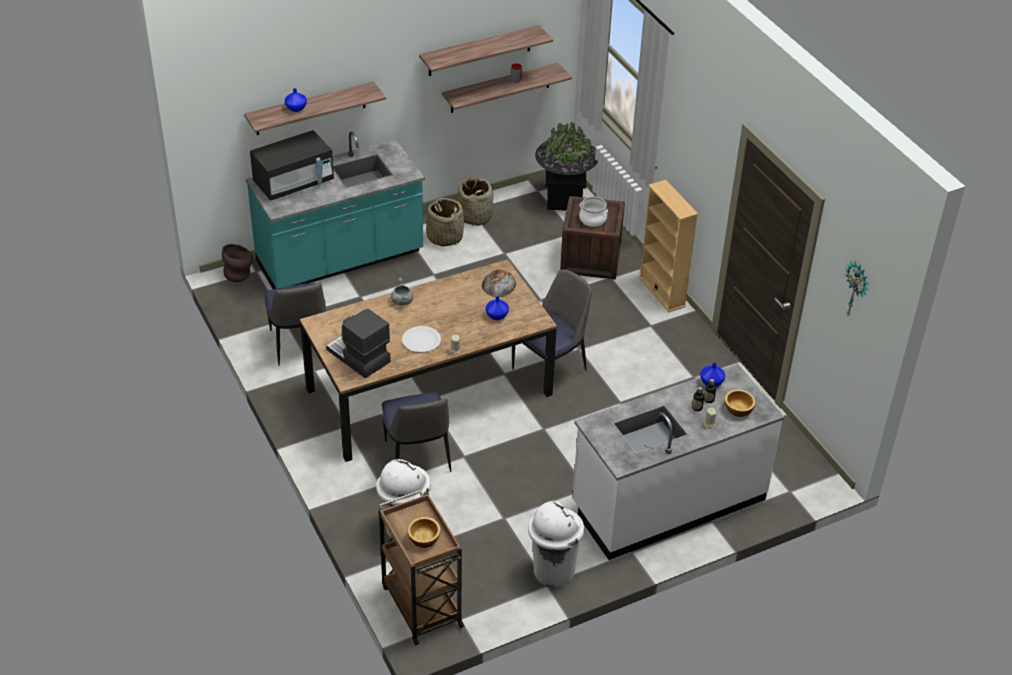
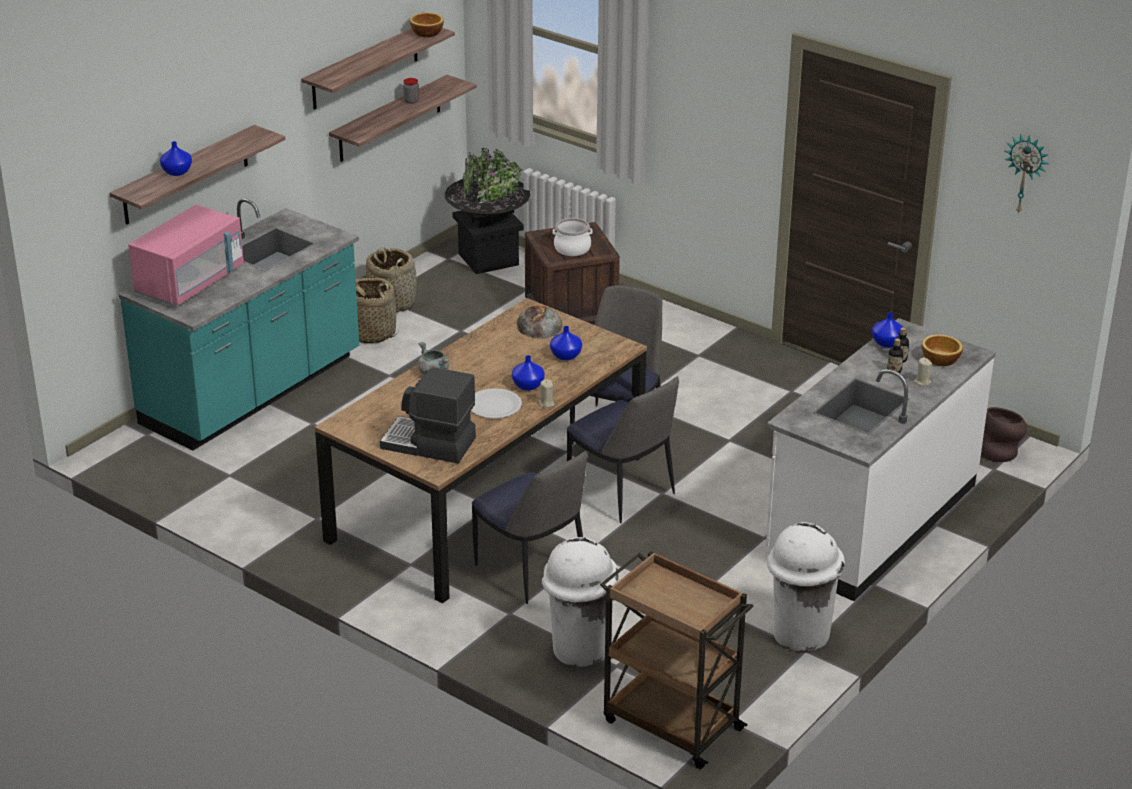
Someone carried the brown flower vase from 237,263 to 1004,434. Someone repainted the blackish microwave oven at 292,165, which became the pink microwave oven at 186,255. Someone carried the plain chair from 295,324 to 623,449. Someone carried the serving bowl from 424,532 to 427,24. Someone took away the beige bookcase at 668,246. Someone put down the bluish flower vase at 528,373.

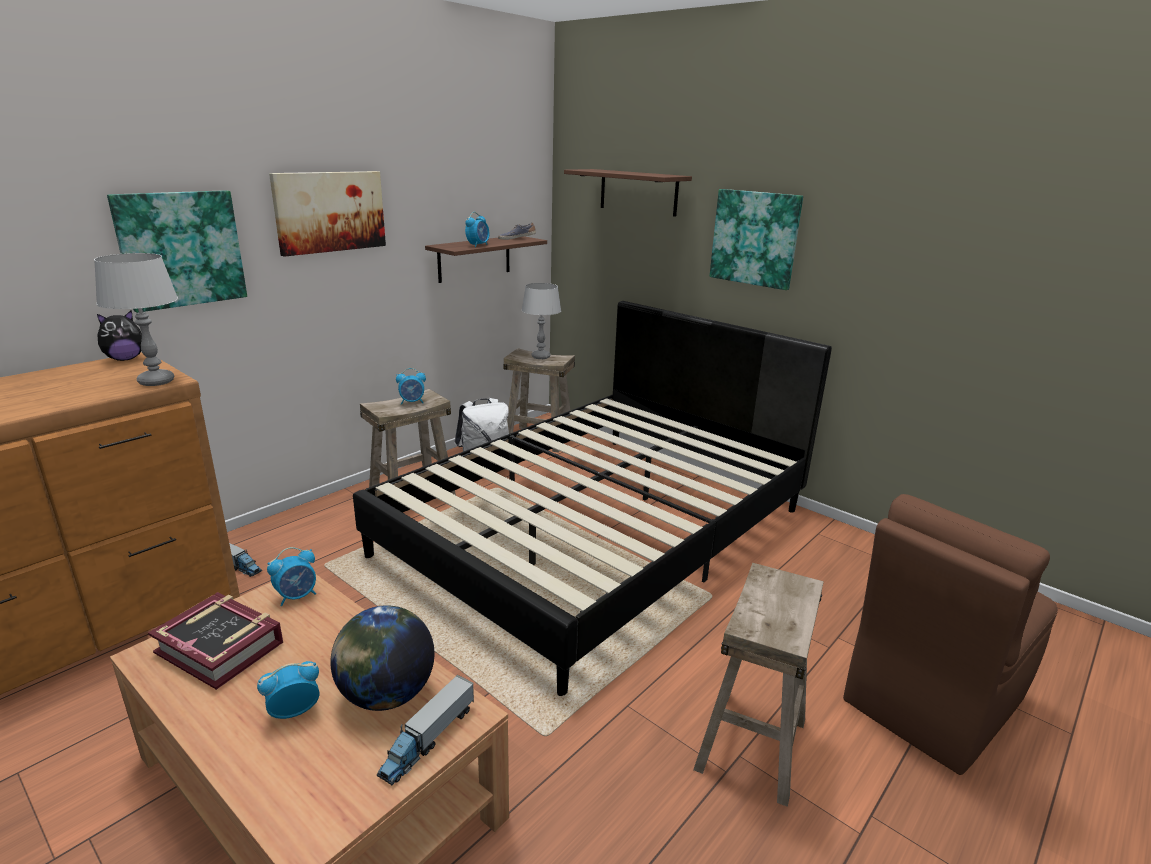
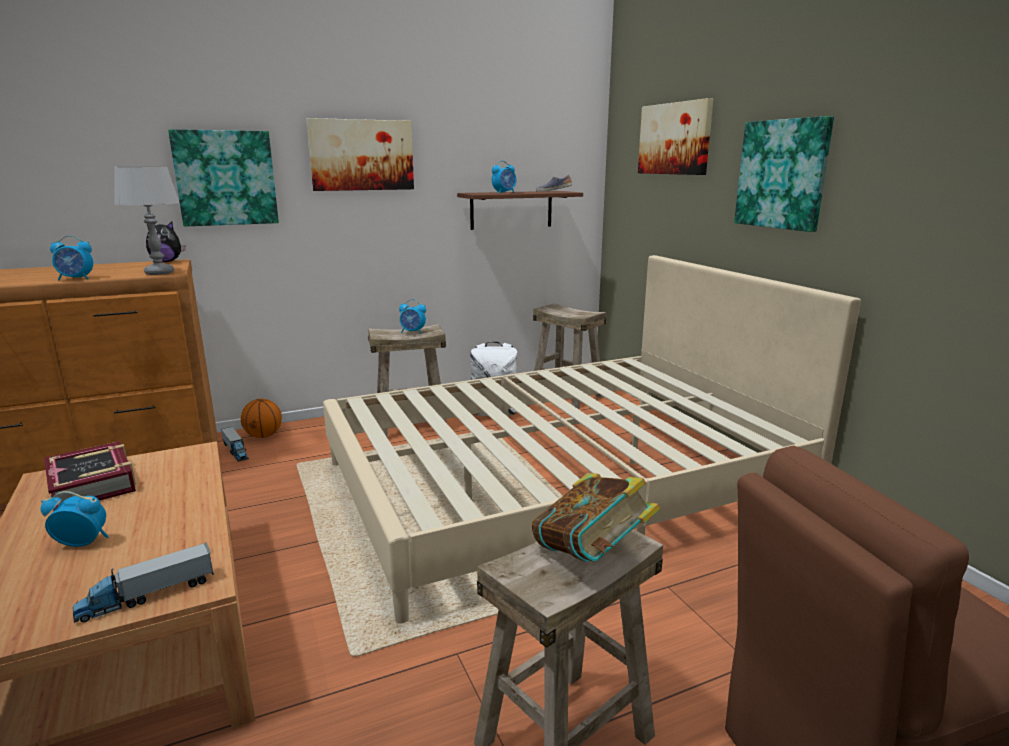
Someone carried the alarm clock from 291,576 to 71,258. Someone took away the world globe at 382,658. Someone repainted the blackish sleeping bed at 592,498, which became the beige sleeping bed at 592,439. Someone took away the grey tabletop lamp at 541,321. Someone swapped the wall shelf at 628,193 for the picture at 675,136. Someone put down the ball for basketball at 261,418. Someone put down the book at 596,517.

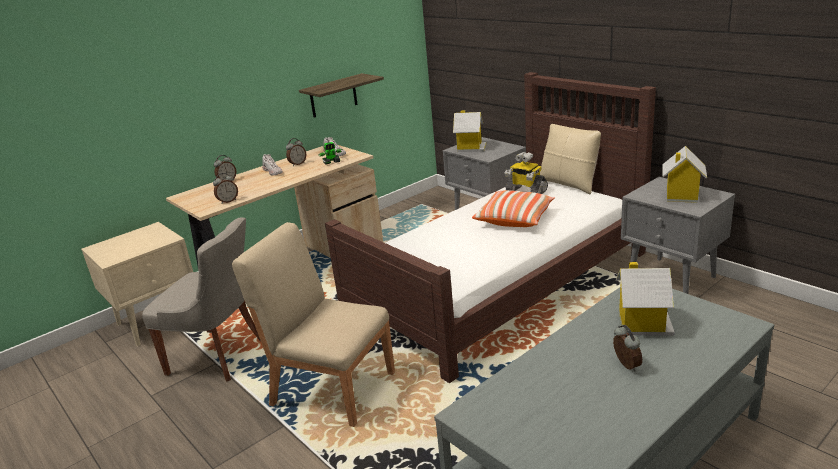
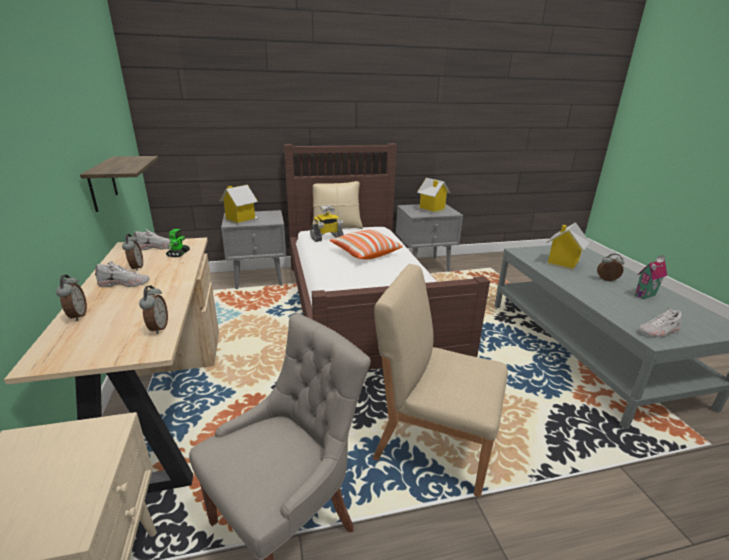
Someone rotated the beige plain chair at 313,324 by 60 degrees clockwise. Someone put down the miniature house at 651,277. Someone put down the white shoe at 660,322.

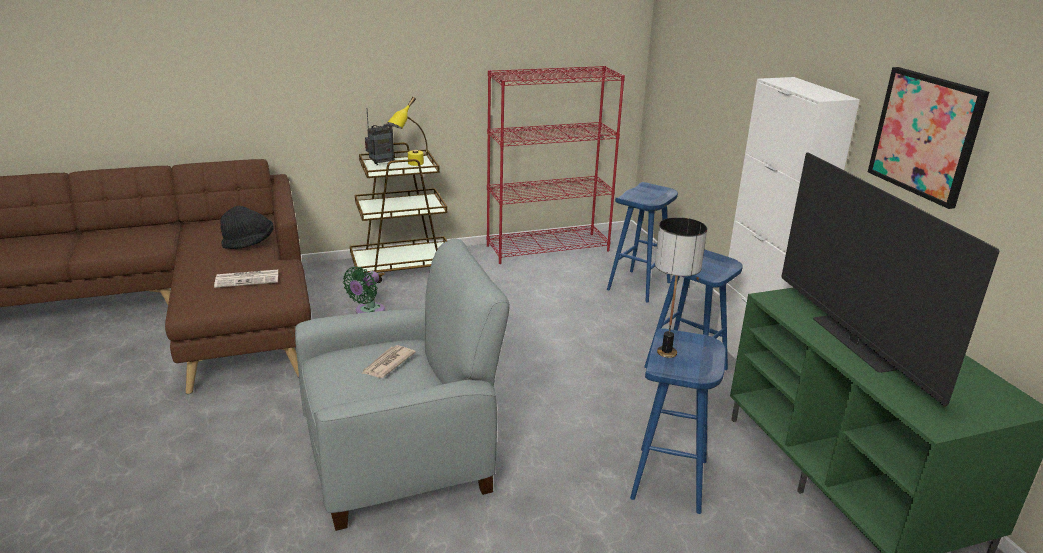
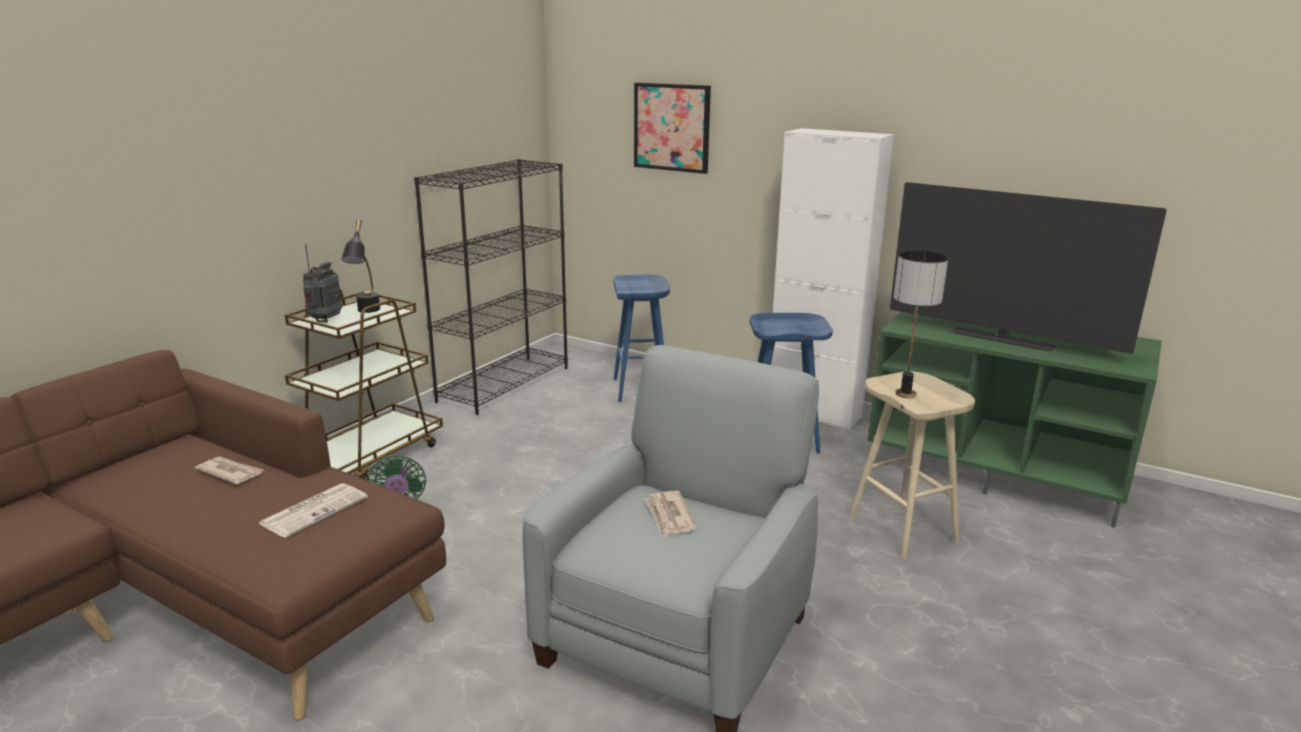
Someone swapped the blackish wearable hat at 247,227 for the daily paper at 229,470. Someone repainted the yellow-coloured tabletop lamp at 407,131, which became the blackish tabletop lamp at 360,266. Someone repainted the red bookcase at 555,165, which became the blackish bookcase at 491,287. Someone repainted the bluish stool seat at 678,421, which became the beige stool seat at 912,465. Someone carried the picture from 928,138 to 672,128.

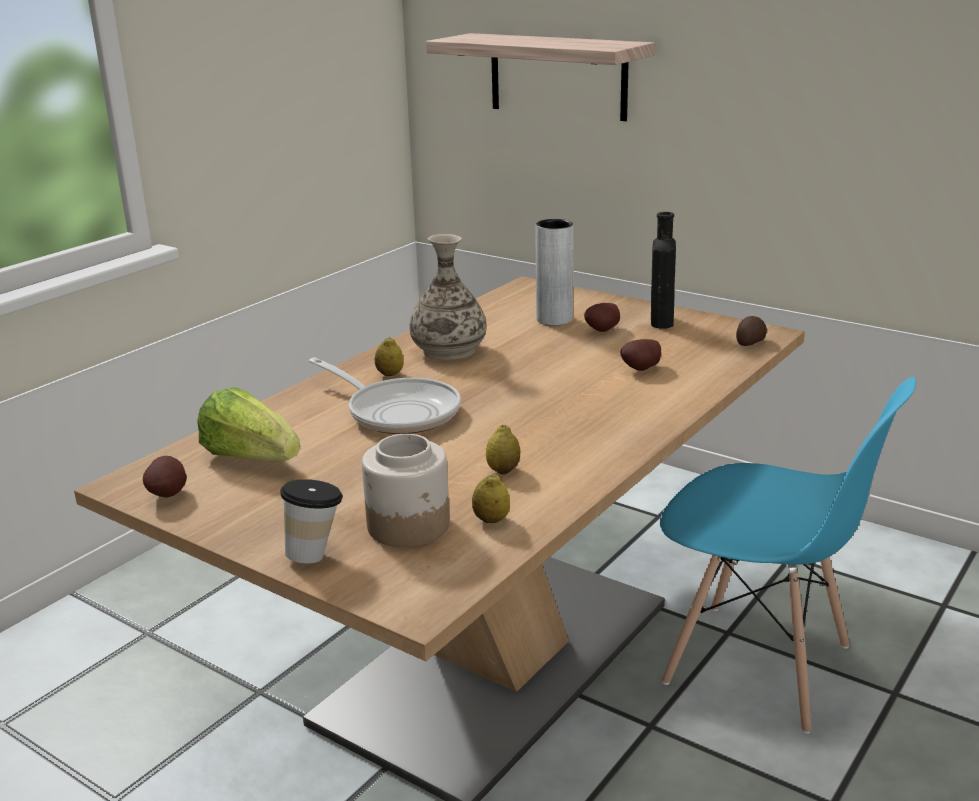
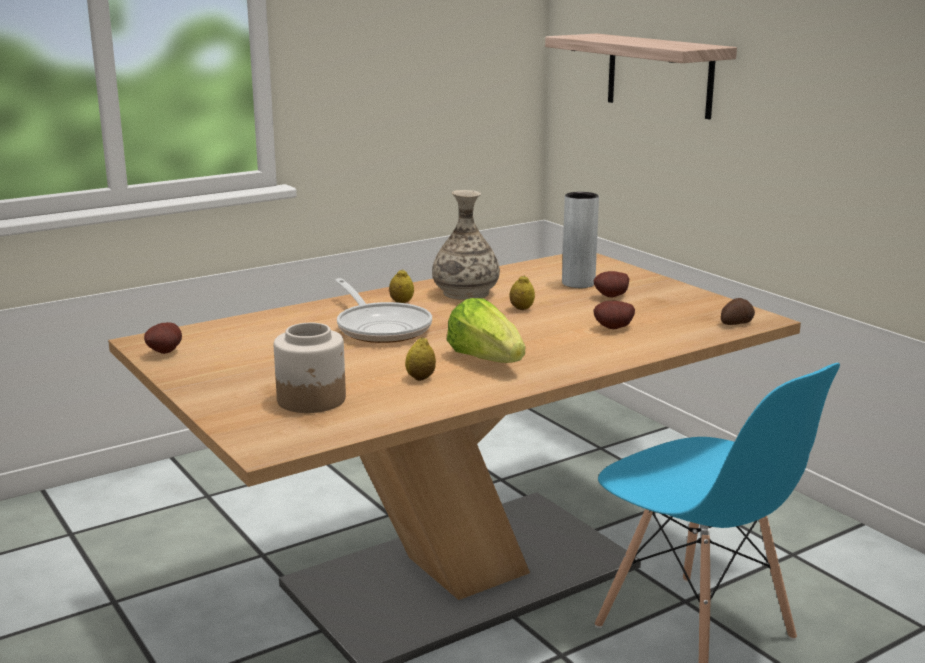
Someone carried the lettuce from 249,424 to 486,330. Someone took away the cup at 311,521. Someone carried the lemon from 491,498 to 522,292. Someone took away the blackish beverage bottle at 663,270.

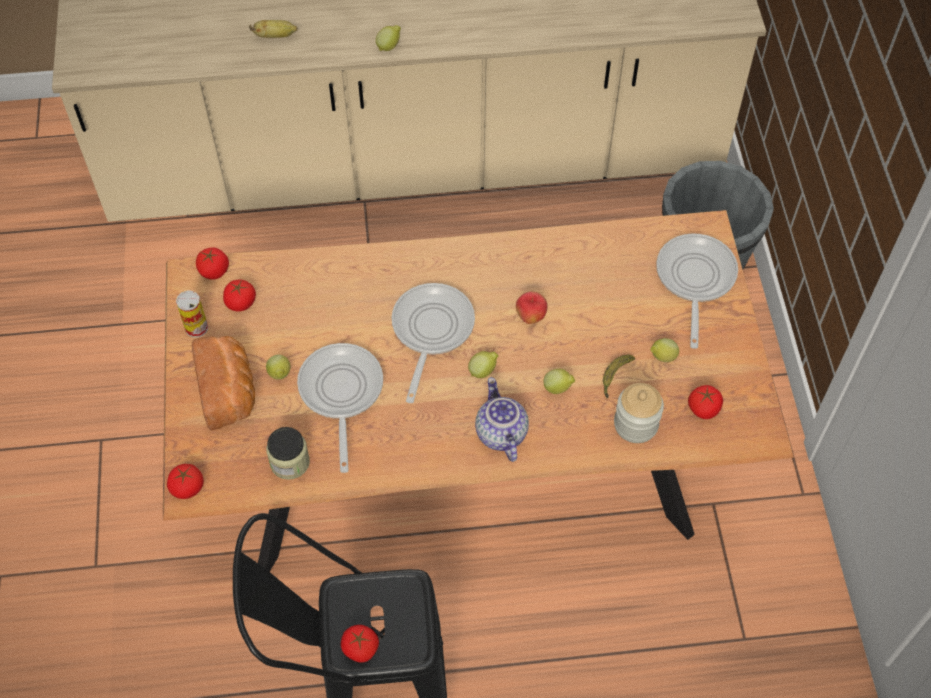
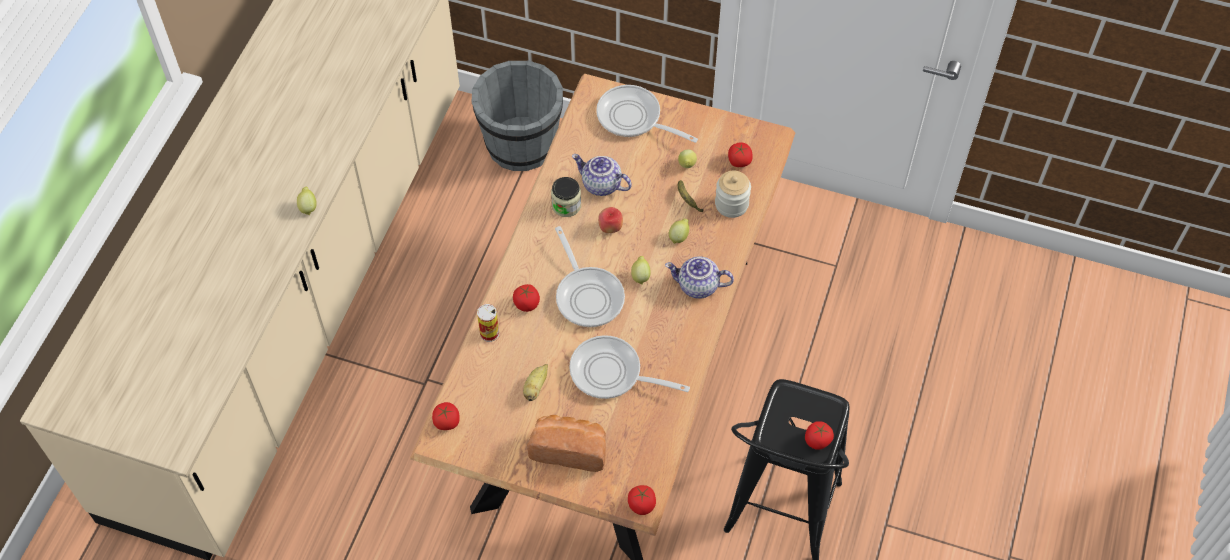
Someone carried the sealed can from 192,314 to 488,323. Someone carried the whole tomato from 239,295 to 526,298. Someone carried the banana from 273,29 to 535,382. Someone took away the lemon at 278,367. Someone carried the preserve jar from 288,453 to 566,197. Someone rotated the frying pan at 433,343 by 150 degrees counterclockwise. Someone put down the pot for tea at 602,175.

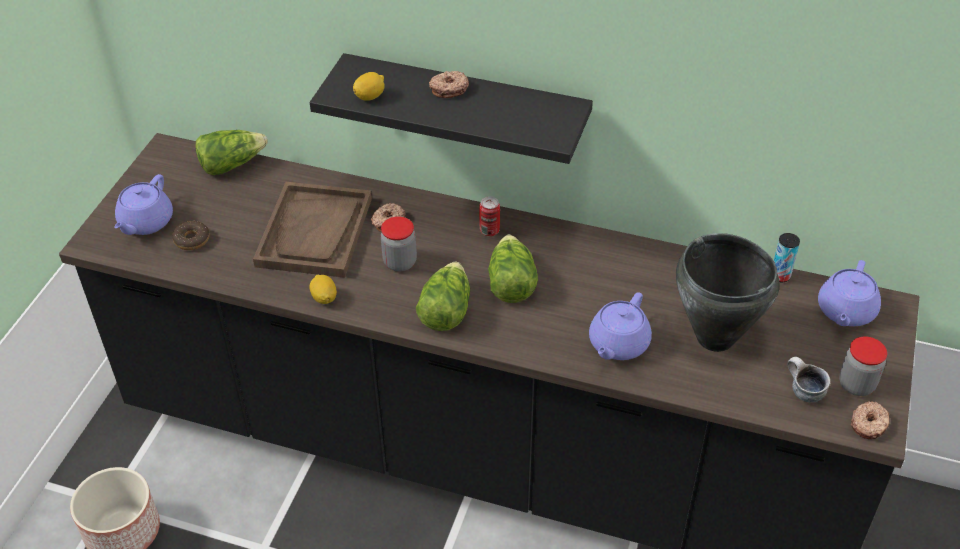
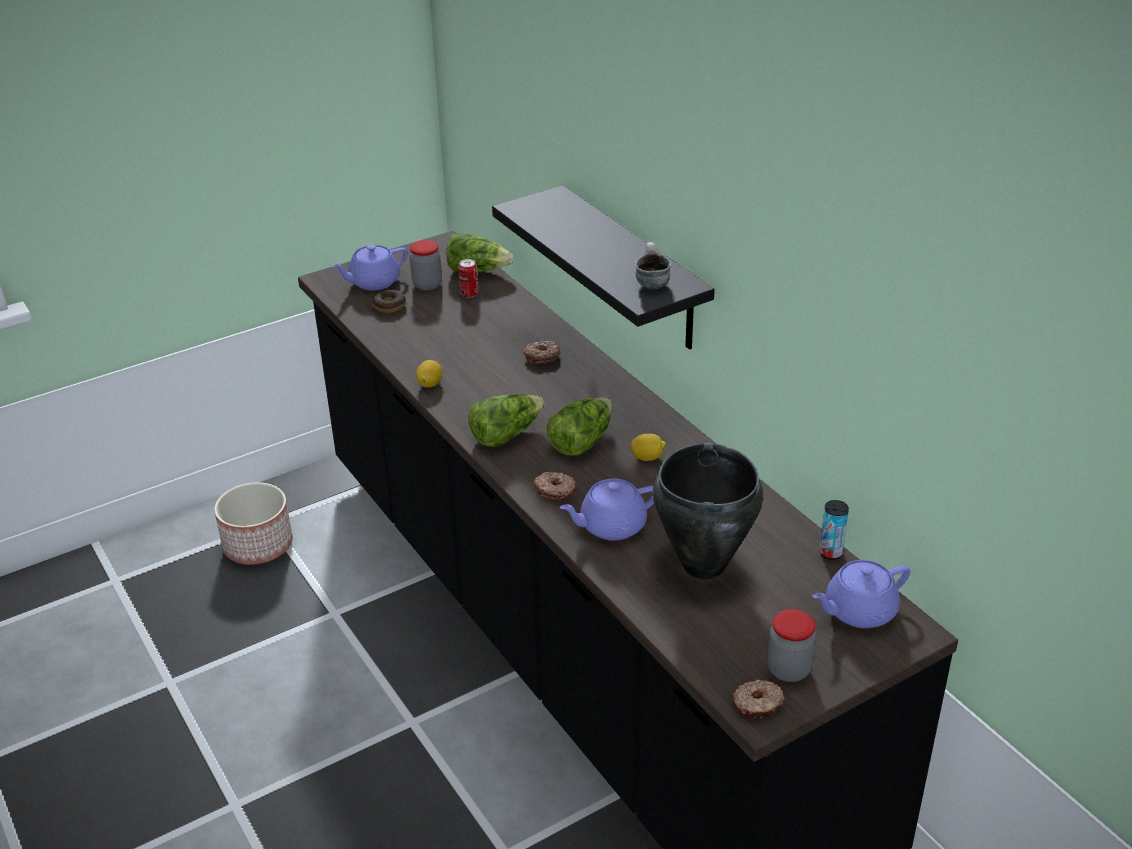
Someone took away the brown carrying tray at 312,230. Someone carried the lemon from 369,86 to 648,447. Someone carried the preserve jar from 399,243 to 425,265. Someone carried the ring doughnut from 449,84 to 555,486. Someone carried the sealed can from 489,216 to 468,278. Someone carried the coffee mug from 808,379 to 653,265.

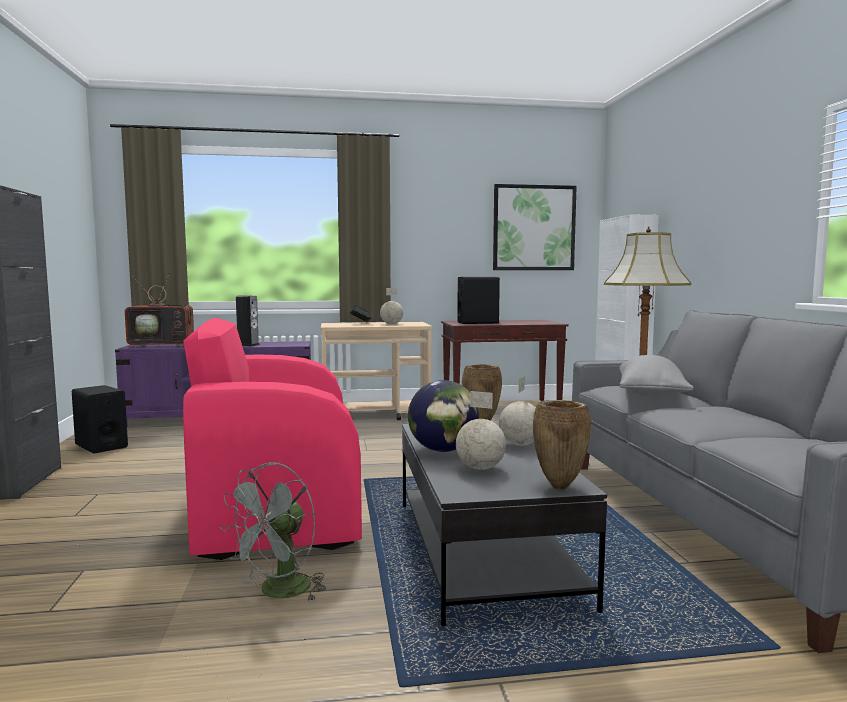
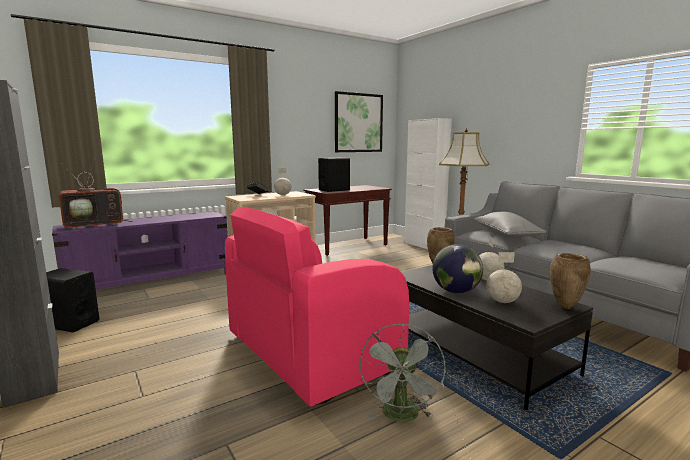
Someone took away the loudspeaker at 248,320.

